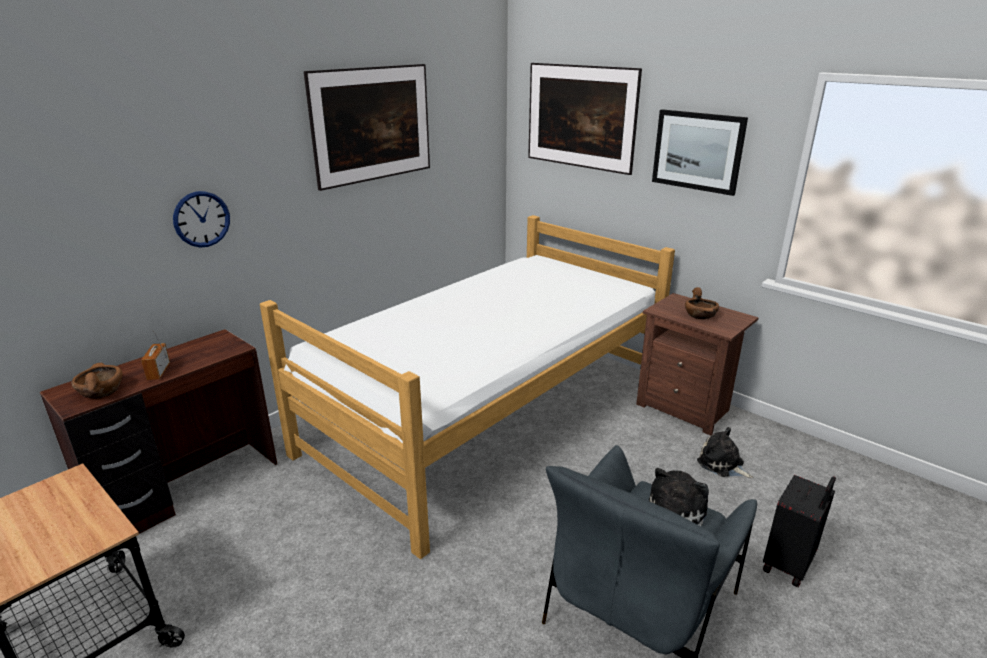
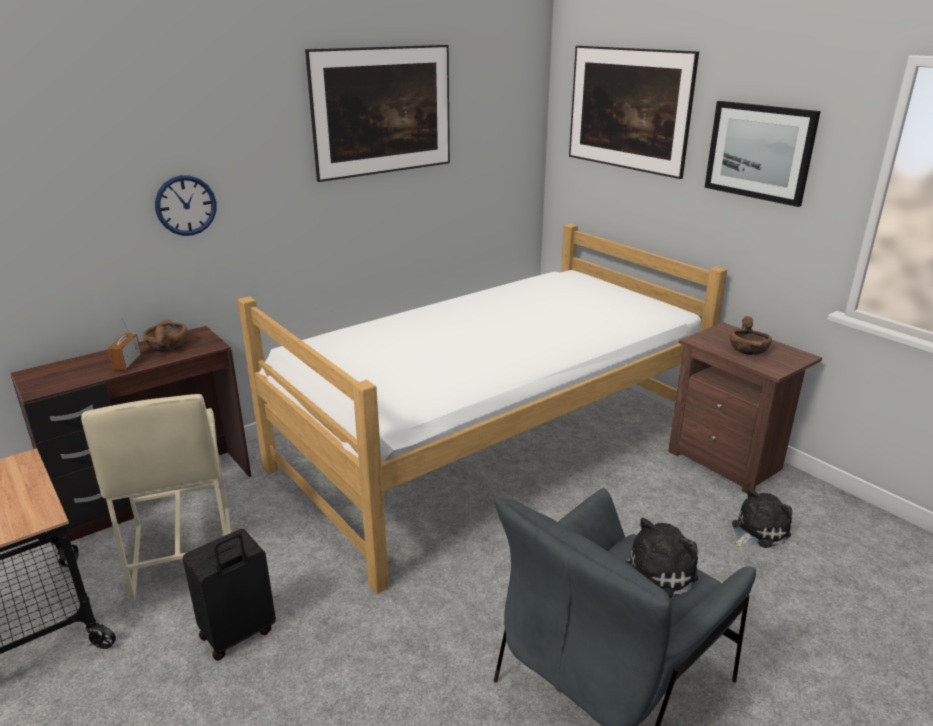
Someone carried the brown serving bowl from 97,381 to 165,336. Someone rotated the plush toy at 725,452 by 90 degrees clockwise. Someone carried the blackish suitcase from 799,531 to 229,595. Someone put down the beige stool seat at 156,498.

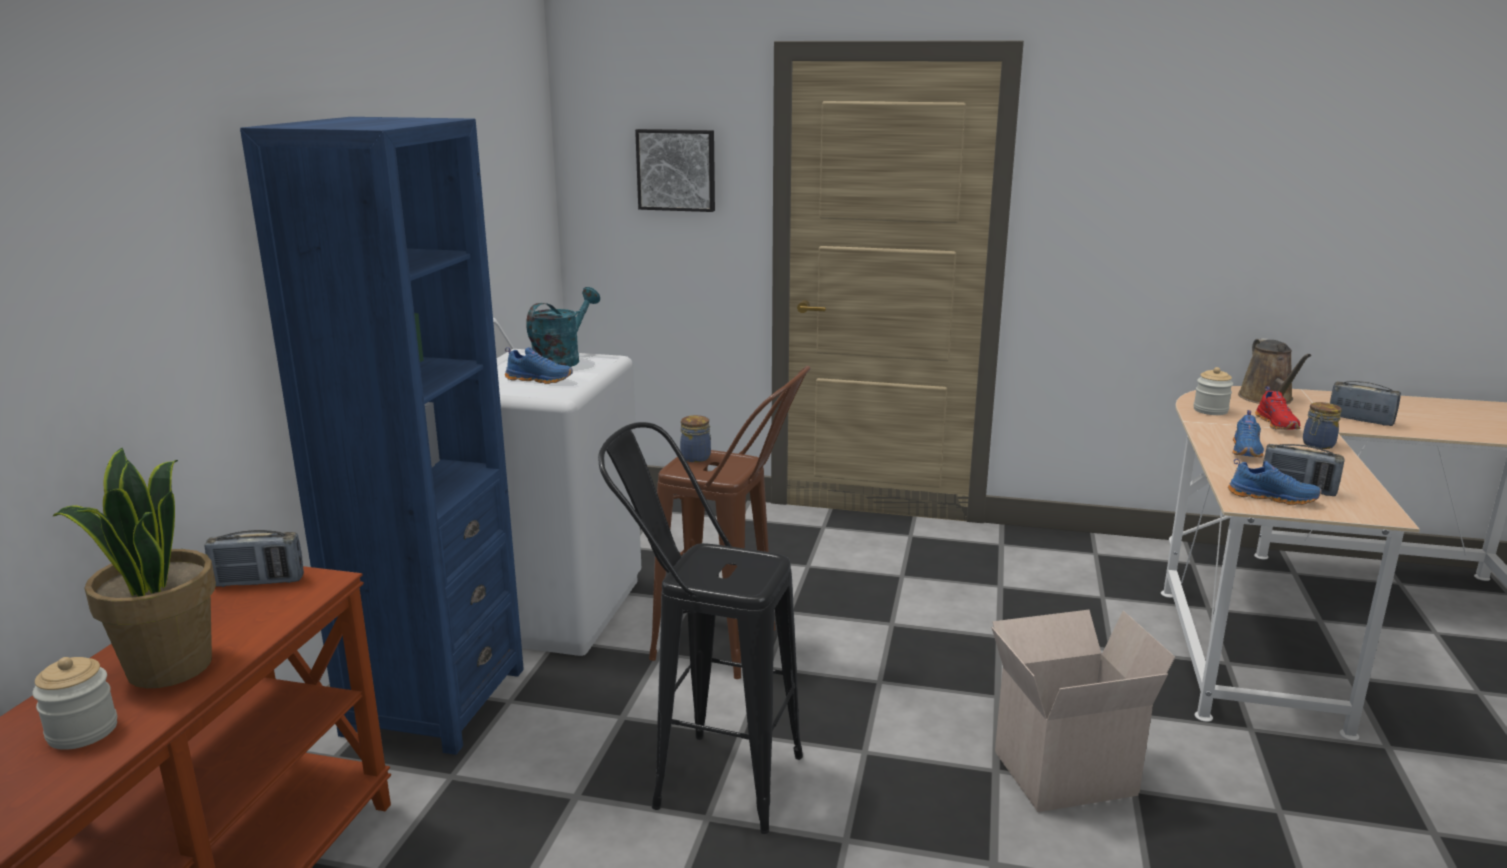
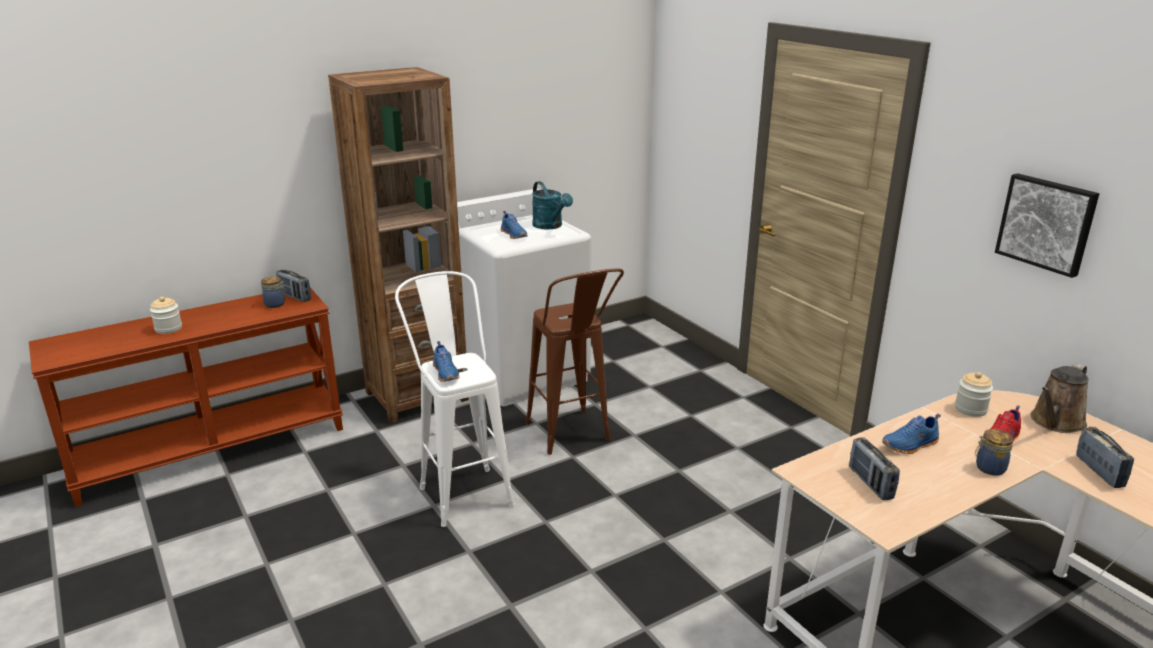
Someone took away the plant in a pot at 134,567. Someone repainted the bluish bookcase at 382,436, which became the brown bookcase at 398,245. Someone rotated the blue-green watering can at 563,327 by 75 degrees clockwise. Someone repainted the blackish stool seat at 700,628, which became the white stool seat at 455,399. Someone carried the picture from 675,170 to 1047,225. Someone carried the preserve jar from 695,438 to 273,292. Someone took away the cardboard box at 1083,711. Someone carried the bluish shoe from 1275,482 to 446,361.

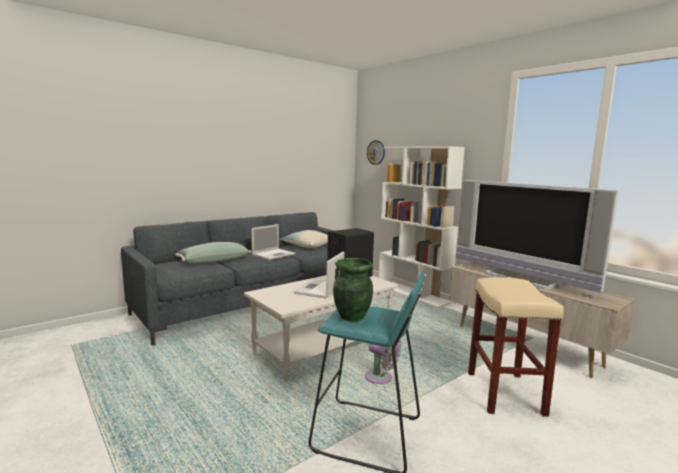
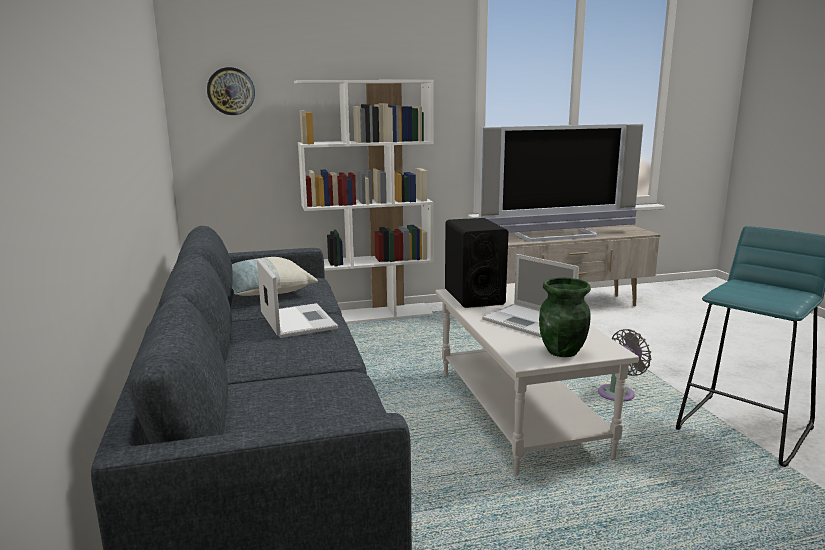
Someone took away the greenish cushion at 213,253. Someone carried the greenish flower vase from 353,290 to 565,317. Someone took away the beige stool seat at 516,347.

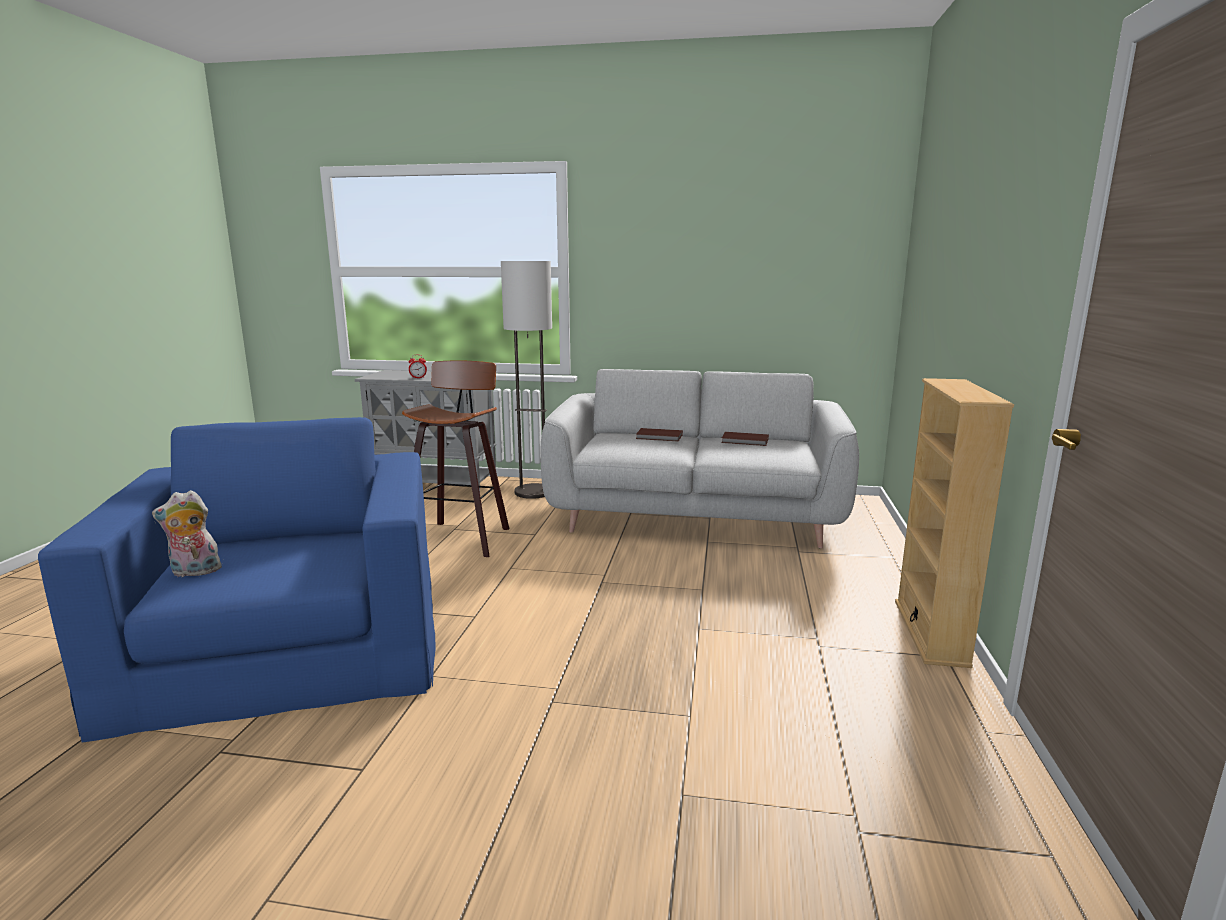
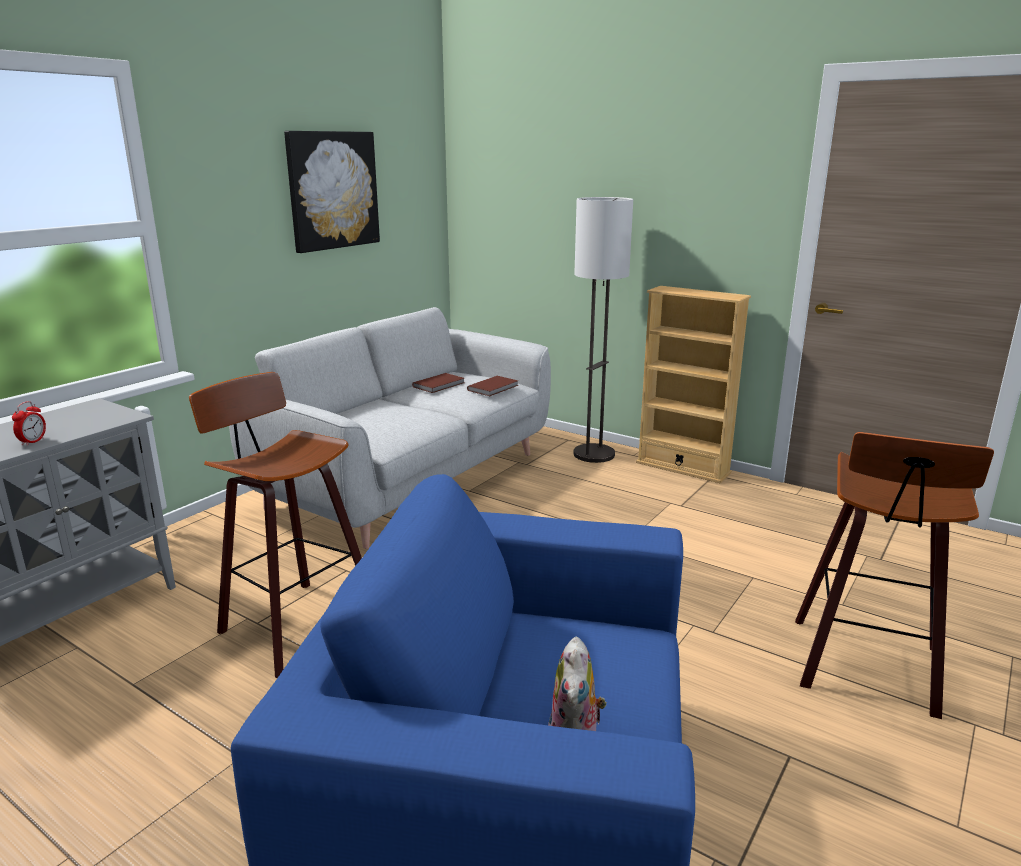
Someone carried the floor lamp from 526,380 to 603,330. Someone carried the brown book from 659,435 to 493,386. Someone put up the picture at 332,192. Someone put down the stool seat at 894,575.

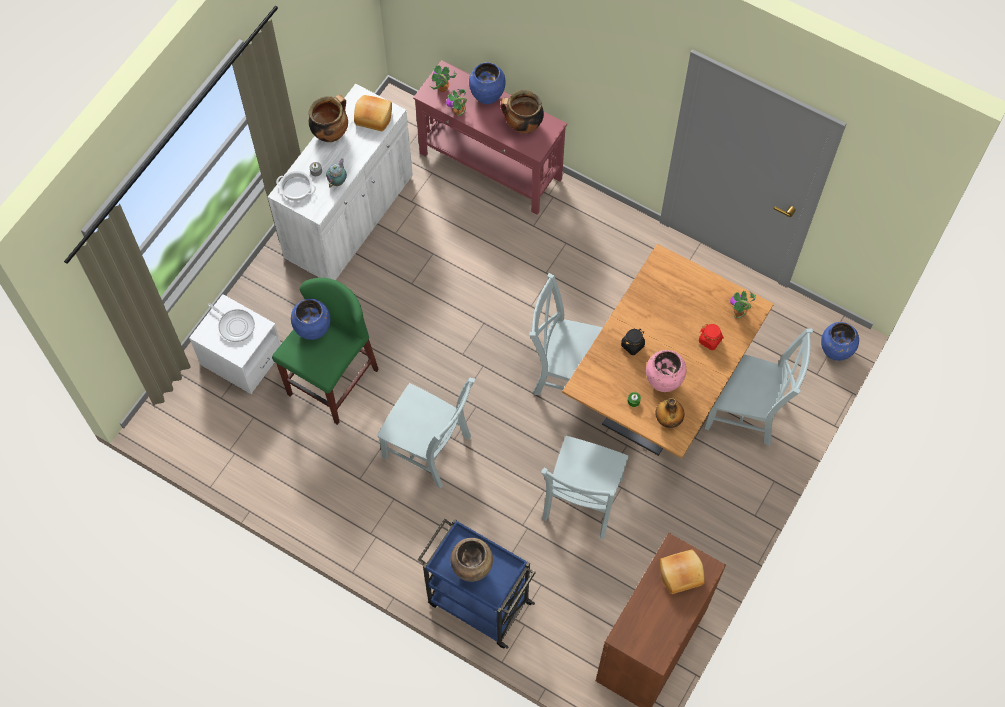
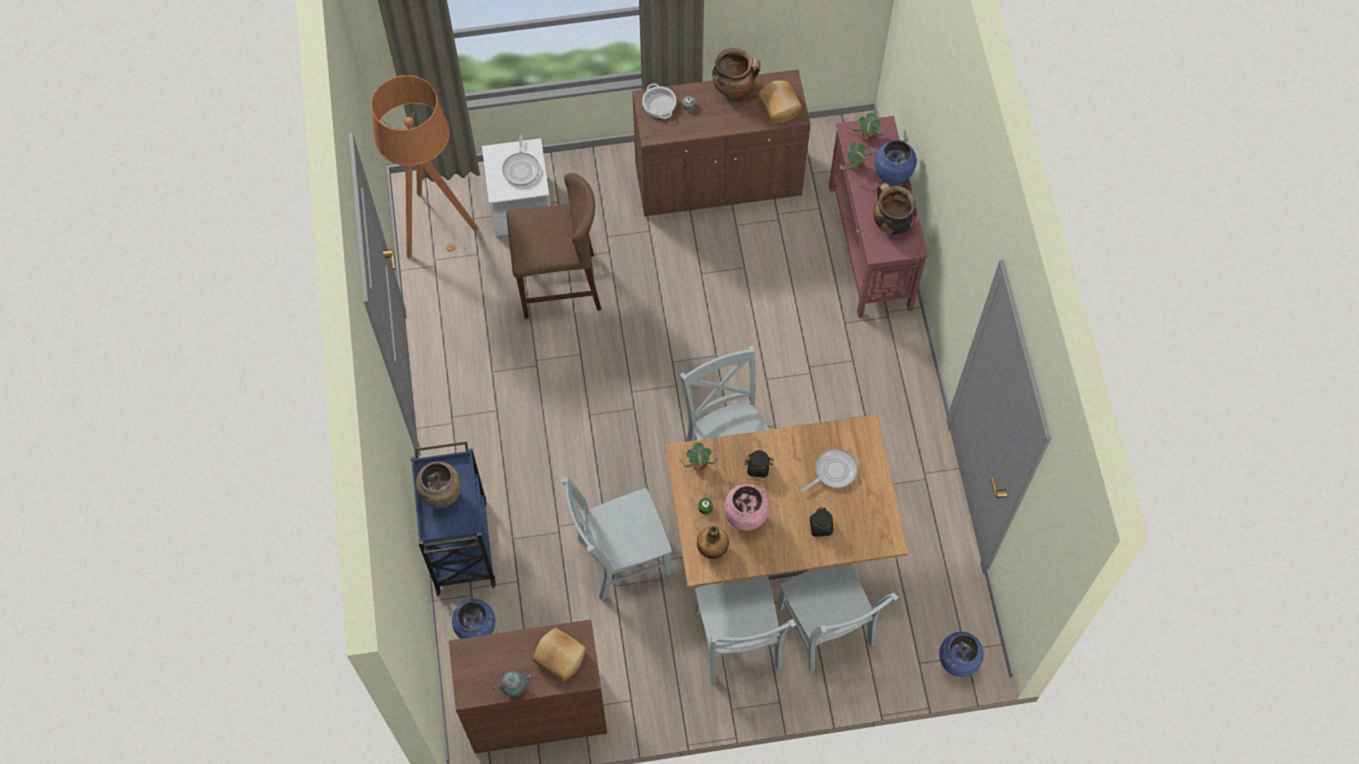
Someone repainted the white cabinet at 340,182, which became the brown cabinet at 721,143. Someone repainted the greenish stool seat at 325,351, which became the brown stool seat at 553,246. Someone carried the bluish flower vase from 310,319 to 473,619. Someone carried the pot for tea from 336,173 to 513,684. Someone carried the grey plain chair from 426,433 to 745,629. Someone repainted the red preserve jar at 711,337, which became the blackish preserve jar at 821,522. Someone carried the plant in a pot from 743,304 to 699,456. Someone put down the orange floor lamp at 424,166. Someone put down the frying pan at 829,470.

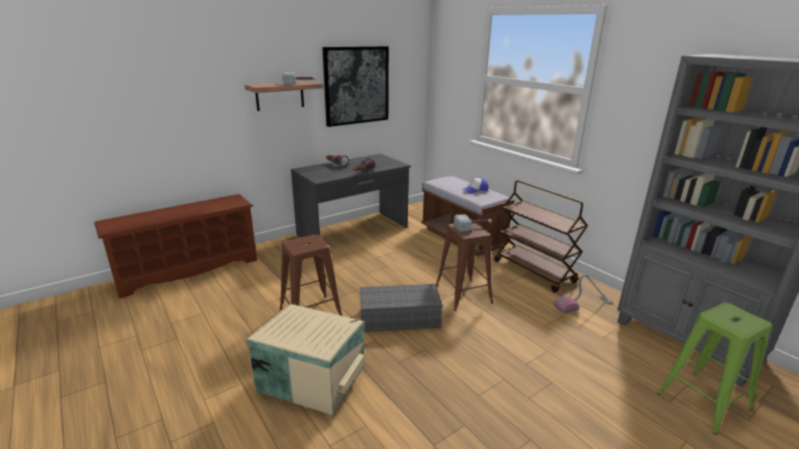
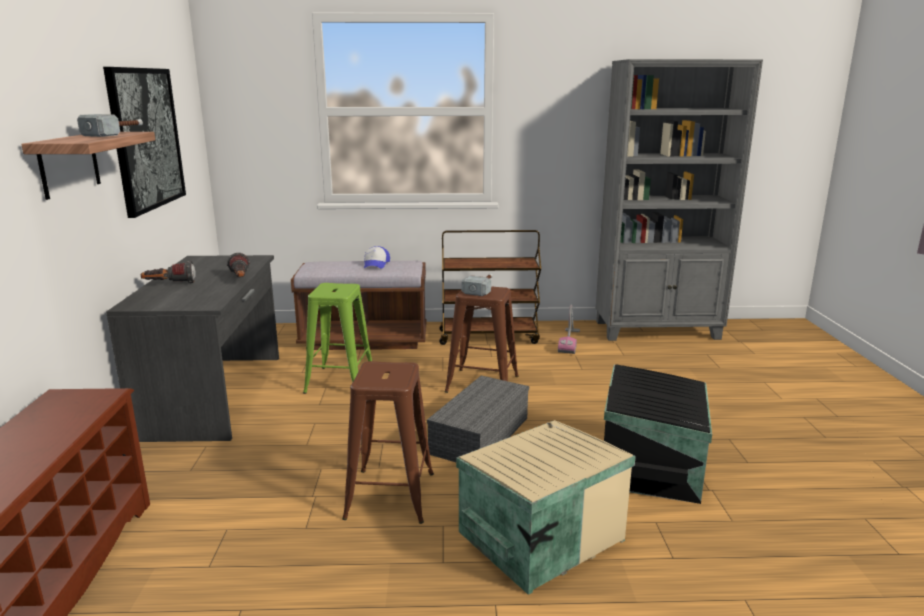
Someone carried the greenish stool seat from 714,369 to 337,338. Someone put down the blackish storage box at 658,434.

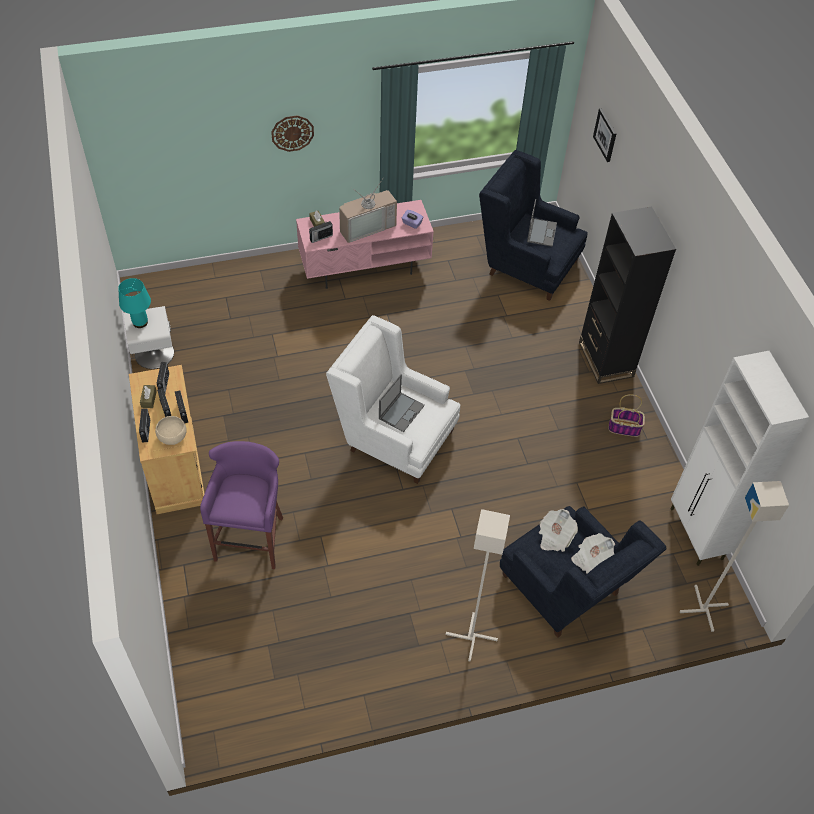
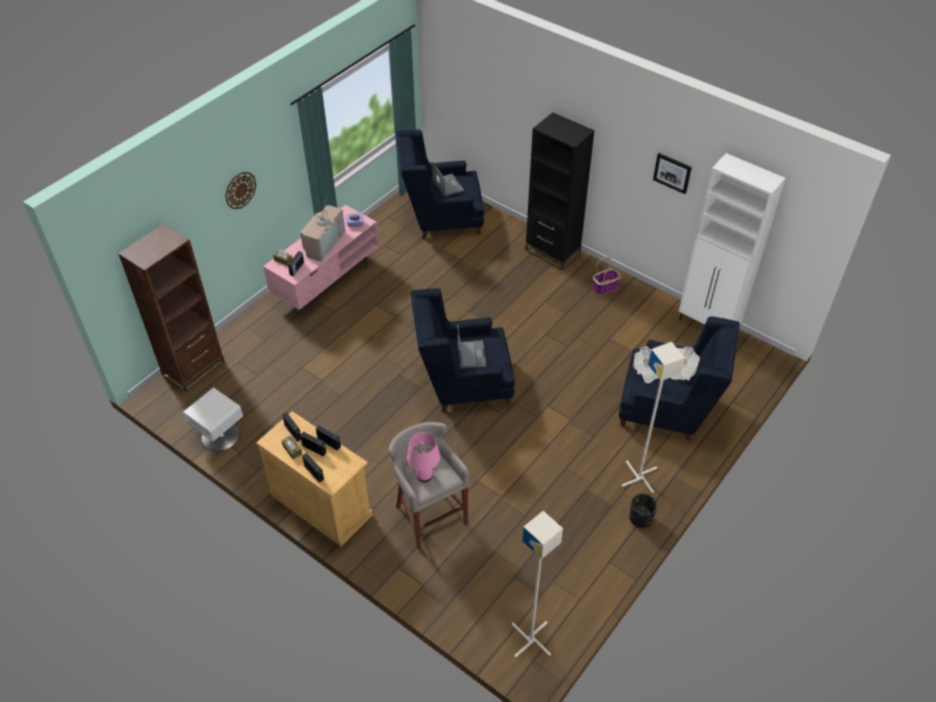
Someone took away the blue-green tabletop lamp at 134,303. Someone took away the beige serving bowl at 171,430. Someone repainted the purplish stool seat at 241,505, which became the grey stool seat at 429,485. Someone repainted the white easy chair at 393,399, which became the bluish easy chair at 462,350. Someone carried the picture from 605,135 to 672,173. Someone carried the grey floor lamp from 734,556 to 537,584. Someone put down the brown bookcase at 171,307. Someone put down the pink tabletop lamp at 423,457. Someone put down the blackish flower pot at 643,510.

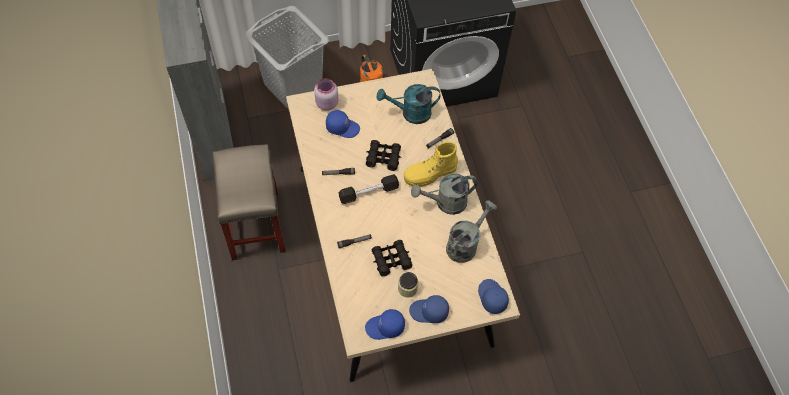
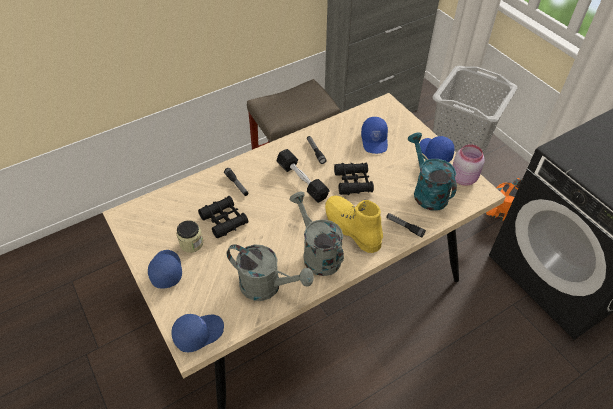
Someone carried the pink preserve jar from 326,94 to 468,165. Someone carried the bluish baseball cap from 385,324 to 437,149.

